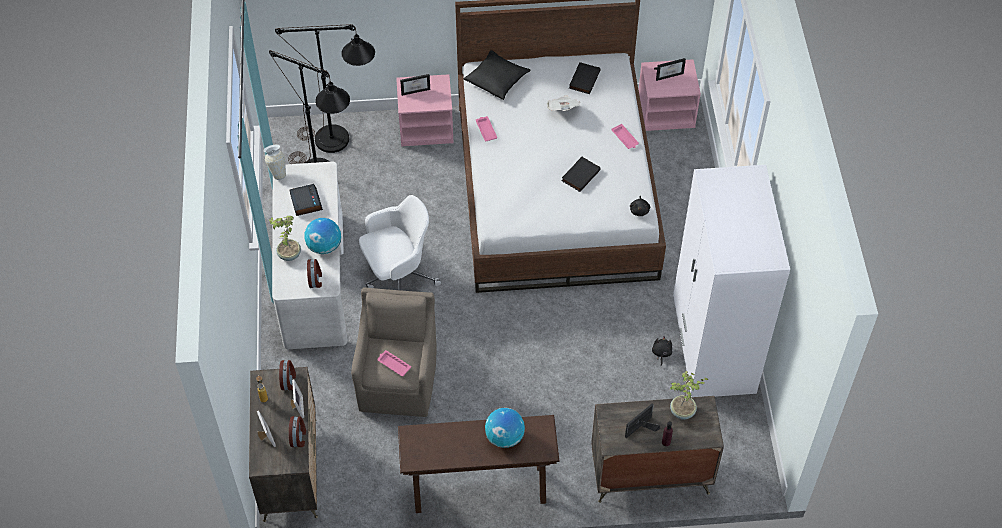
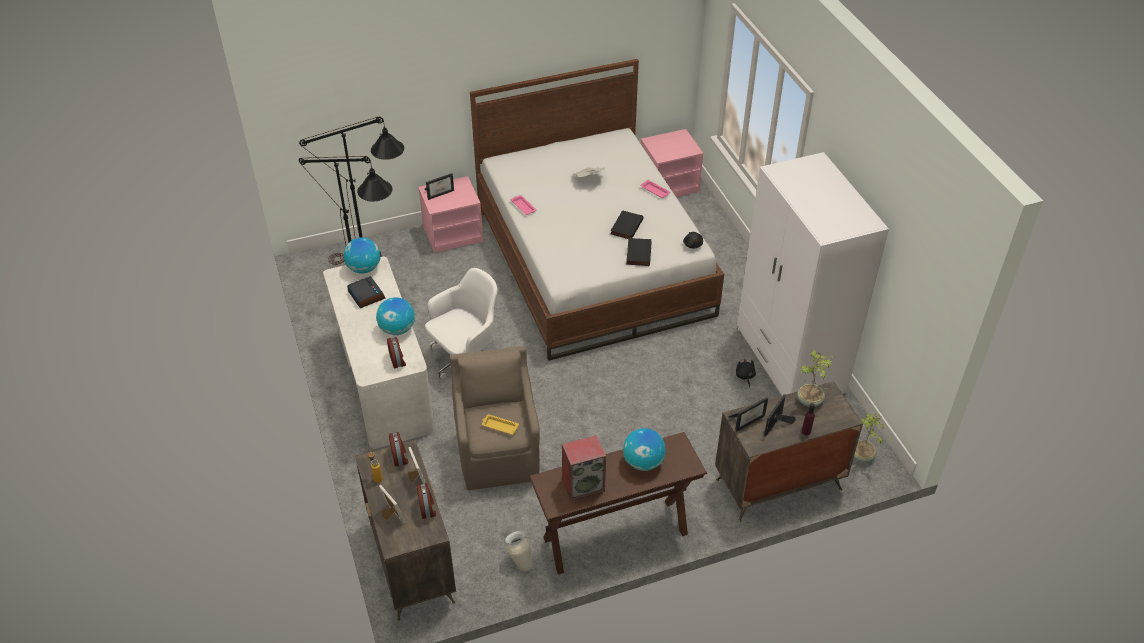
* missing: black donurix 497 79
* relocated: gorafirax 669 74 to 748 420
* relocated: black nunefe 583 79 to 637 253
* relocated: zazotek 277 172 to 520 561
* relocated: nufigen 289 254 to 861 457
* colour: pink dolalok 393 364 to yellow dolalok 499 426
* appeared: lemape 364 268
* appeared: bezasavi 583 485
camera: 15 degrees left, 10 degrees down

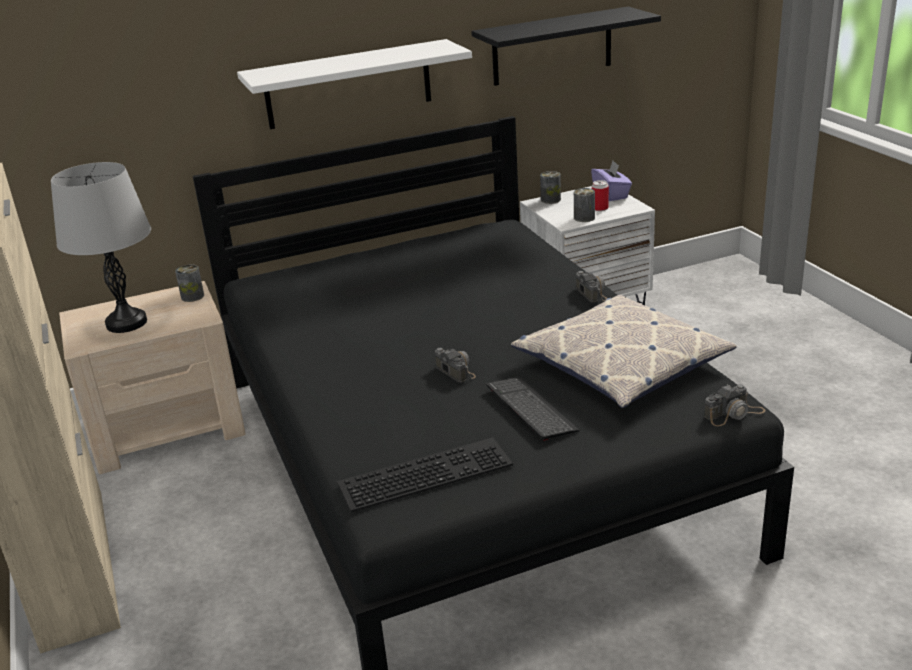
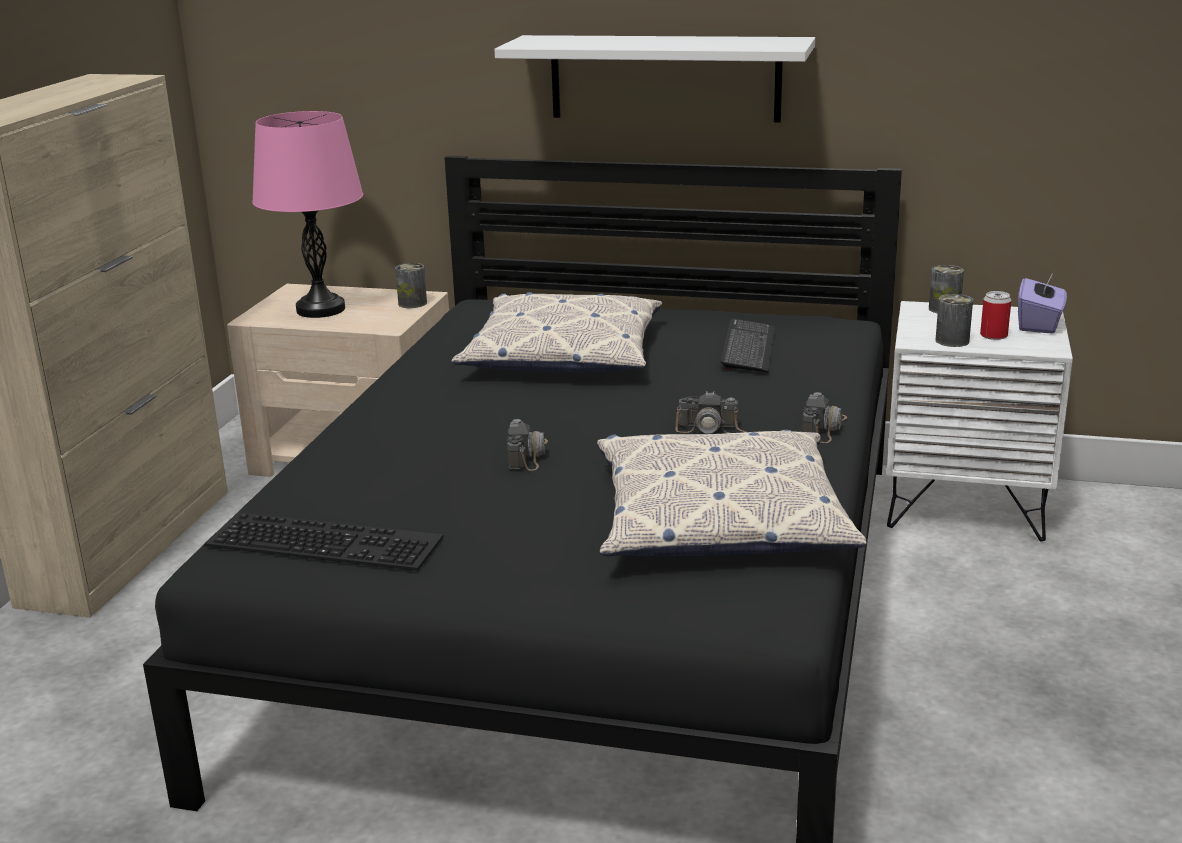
* missing: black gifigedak 552 46
* colour: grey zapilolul 127 323 to pink zapilolul 321 310
* relocated: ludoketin 530 409 to 748 348
* relocated: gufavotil 734 414 to 713 429
* appeared: donurix 563 354
camera: 35 degrees right, 5 degrees down

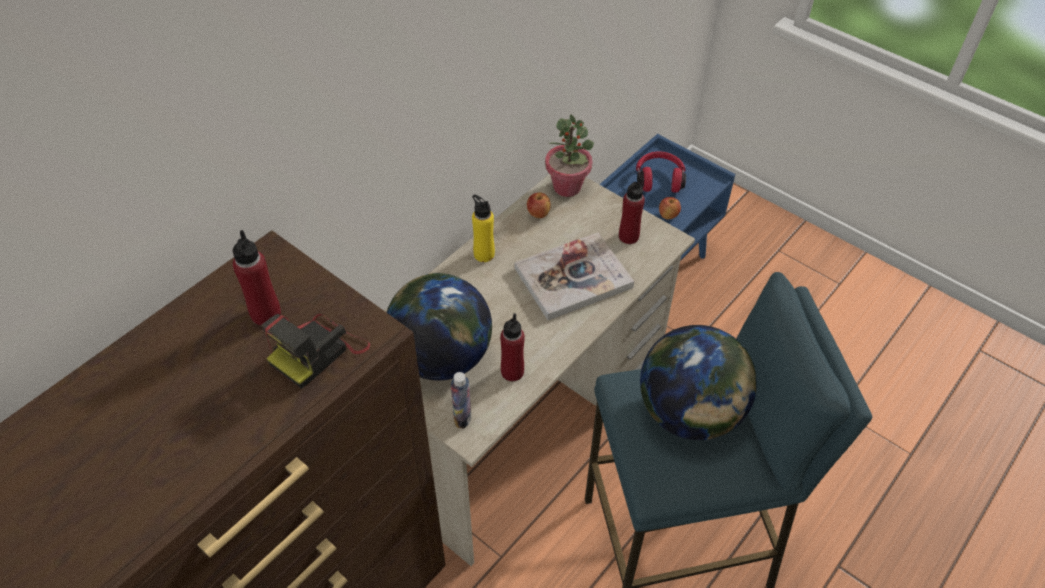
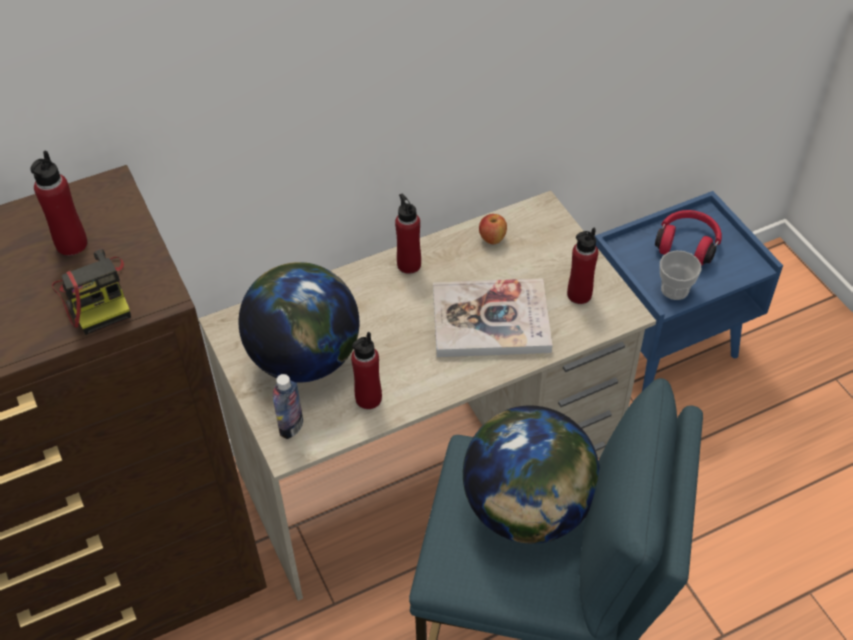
* missing: nufigen 567 187
* colour: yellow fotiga 484 254 to red fotiga 409 264
* exchanged: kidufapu 668 215 to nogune 674 289
* spun: gufavotil 318 351 = 96 296 90 degrees counterclockwise
camera: 25 degrees right, 0 degrees up

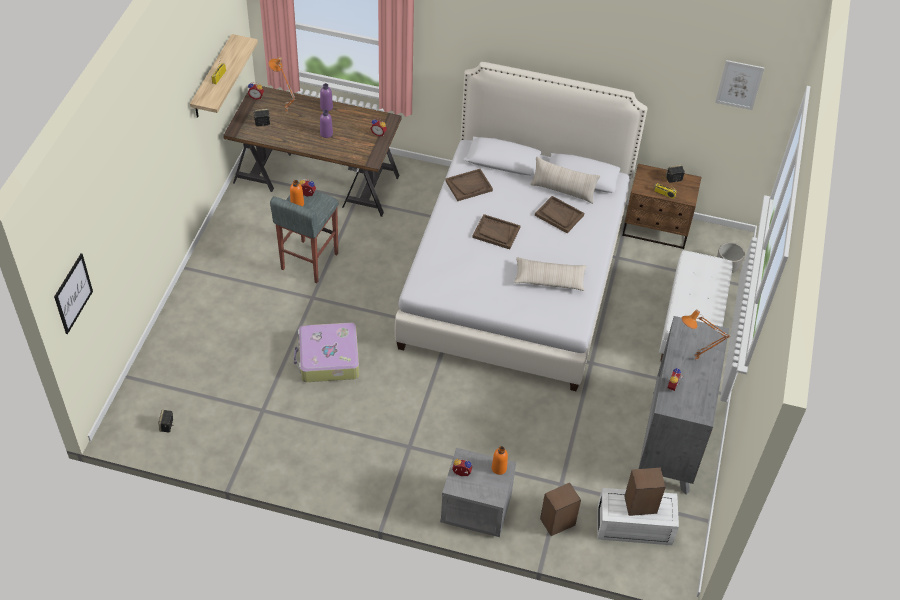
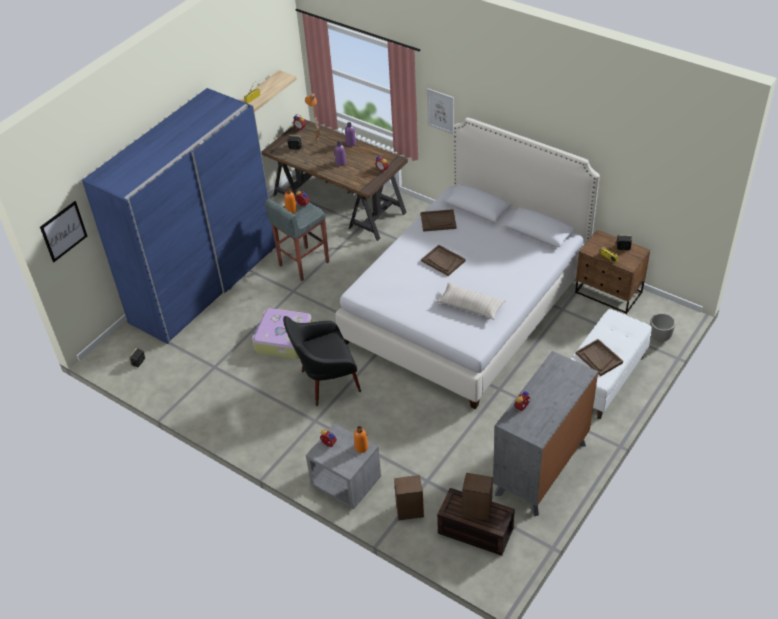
* relocated: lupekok 739 84 to 440 111
* missing: beige donurix 563 191
* relocated: brown dolalok 559 215 to 598 358
* missing: orange zapilolul 696 361
* colour: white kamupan 633 526 to brown kamupan 474 531
* appeared: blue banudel 204 283
* appeared: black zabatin 326 382
camera: 25 degrees right, 5 degrees down

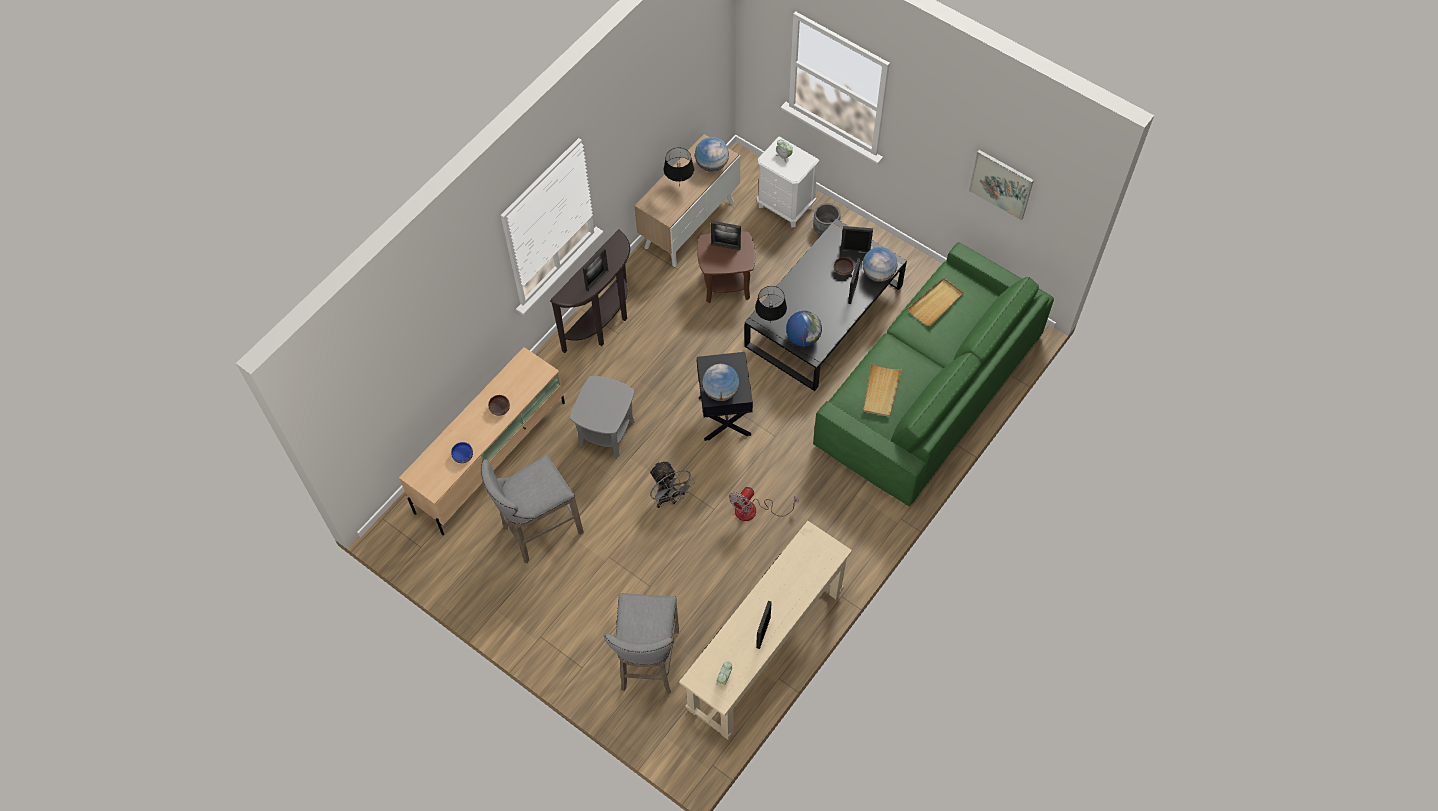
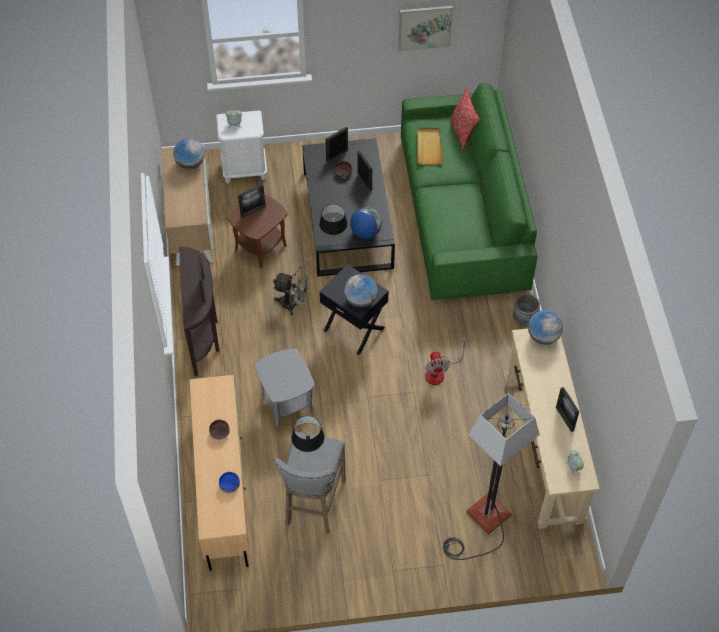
* relocated: black zapilolul 679 186 to 309 451
* relocated: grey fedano 825 230 to 524 318
* relocated: lemape 878 274 to 543 336
* missing: beige dolalok 881 391
* relocated: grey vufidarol 669 498 to 293 304
* exchanged: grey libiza 648 664 to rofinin 482 523
* appeared: donurix 462 132
camera: 45 degrees left, 5 degrees down

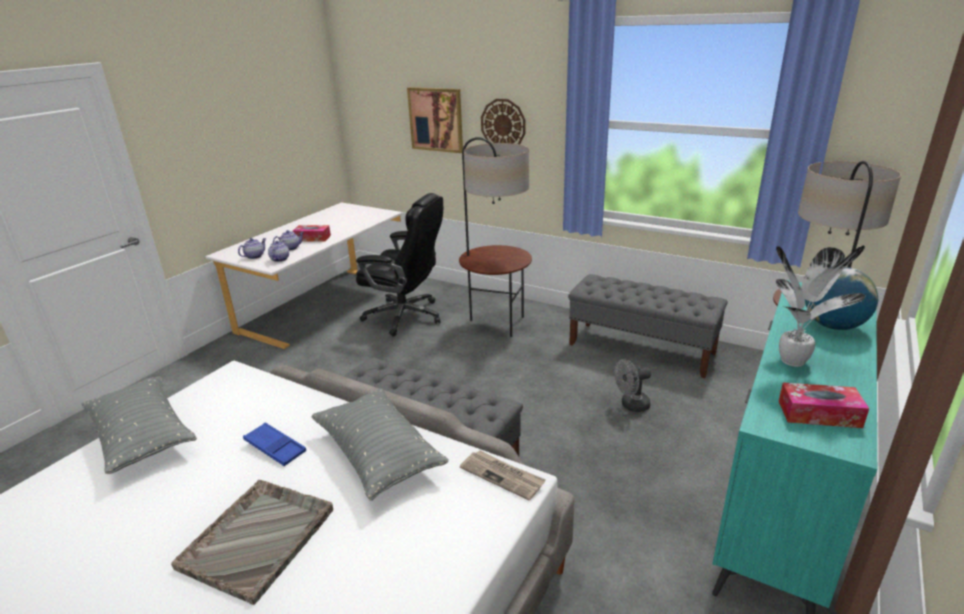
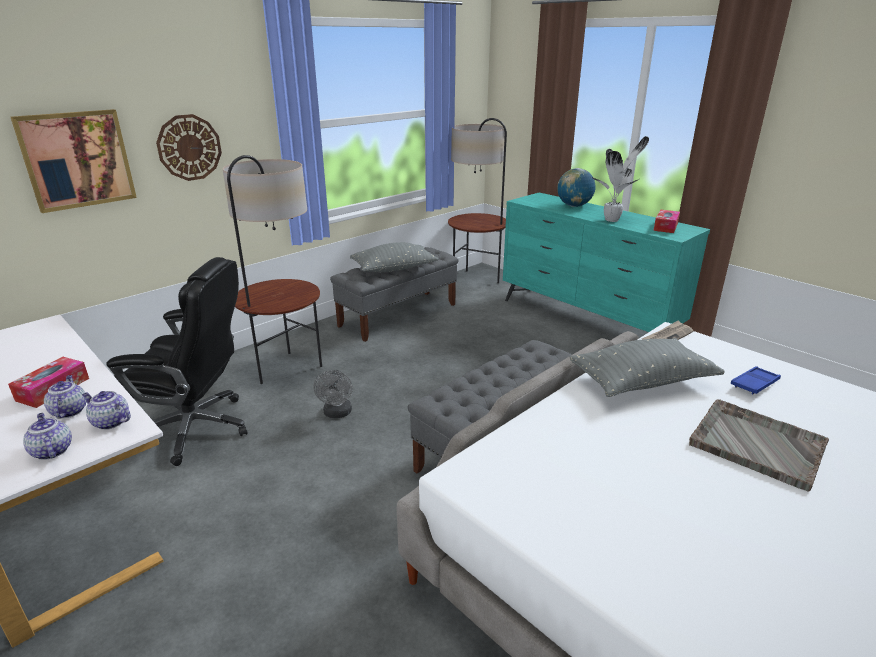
* spun: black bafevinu 406 316 = 196 428 60 degrees clockwise
* relocated: grey vufidarol 631 405 to 337 414
* relocated: grey donurix 142 436 to 394 269
* relocated: blue dolalok 275 448 to 754 384
camera: 75 degrees left, 0 degrees up

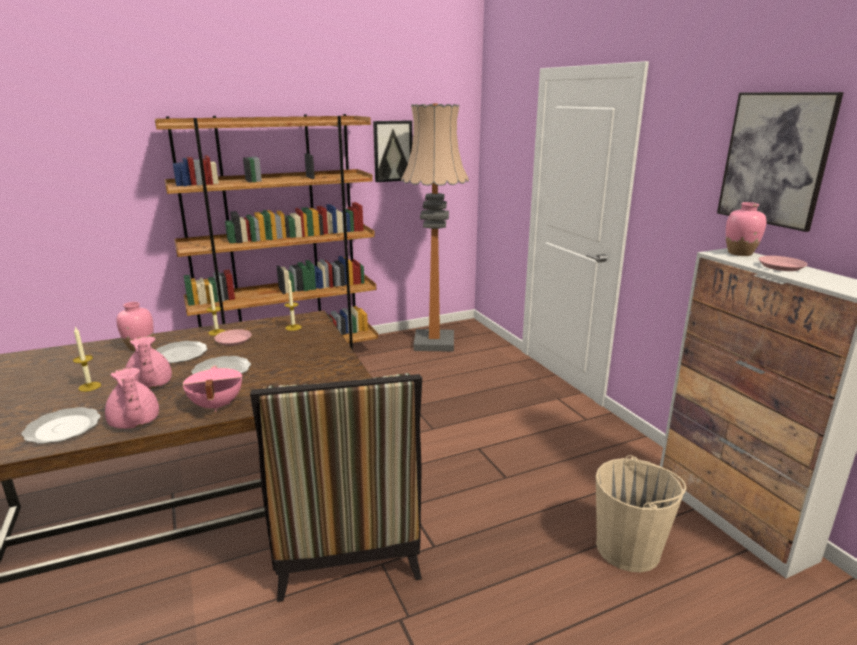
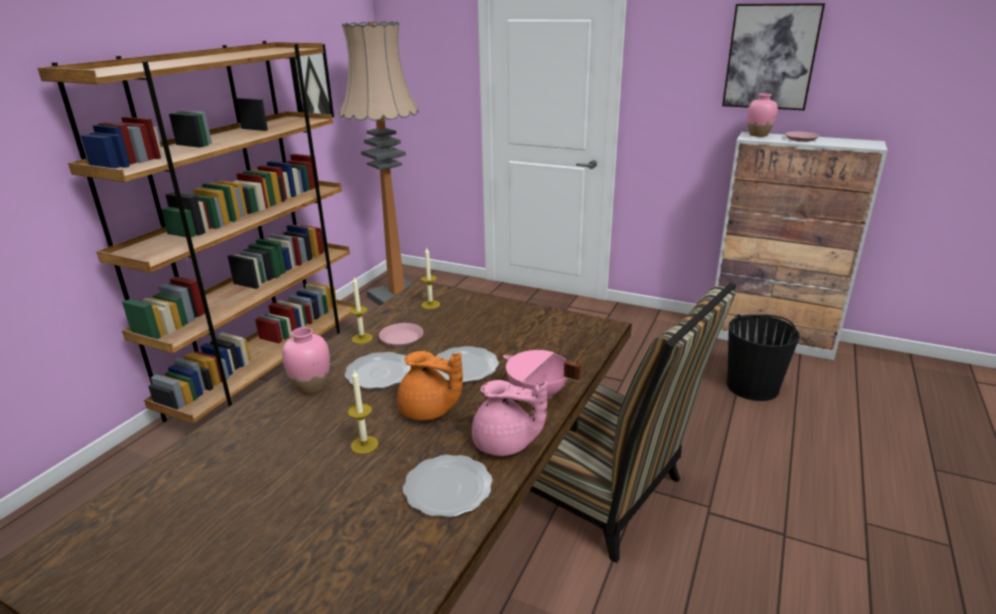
* colour: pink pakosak 149 385 to orange pakosak 428 411
* colour: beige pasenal 628 549 to black pasenal 753 386
camera: 40 degrees left, 5 degrees up

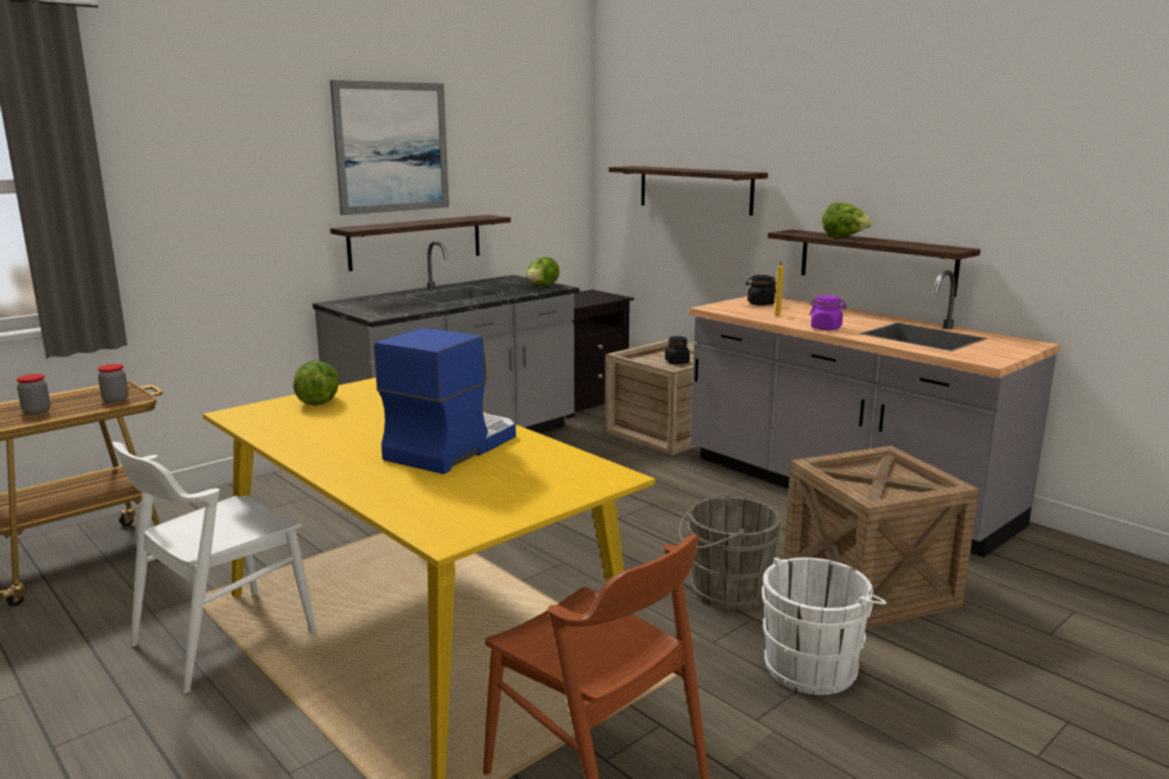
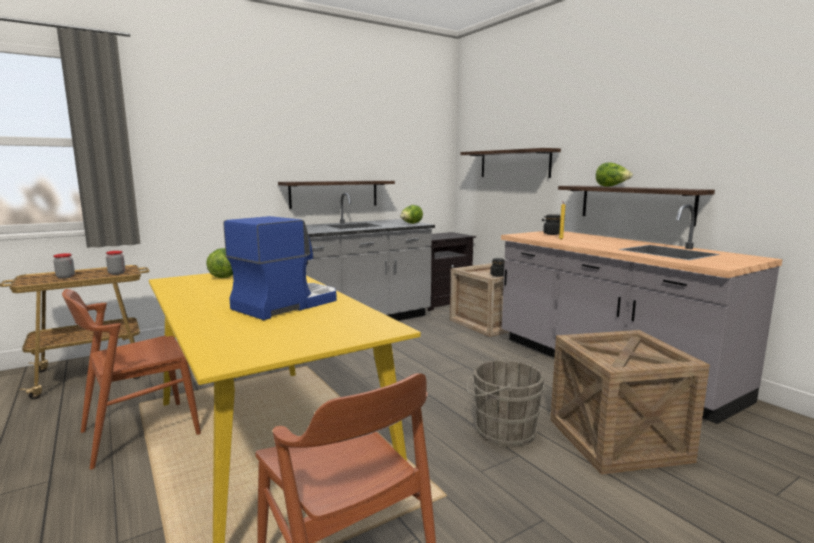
* missing: lupekok 392 147
* missing: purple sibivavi 826 328
* colour: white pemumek 223 638 to brown pemumek 139 433
* missing: white pasenal 814 666
camera: 10 degrees right, 5 degrees down

